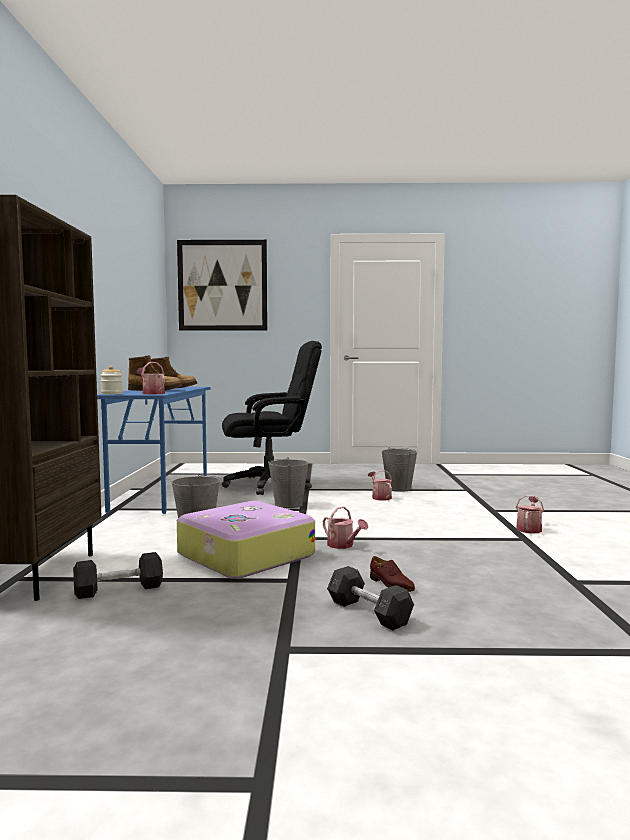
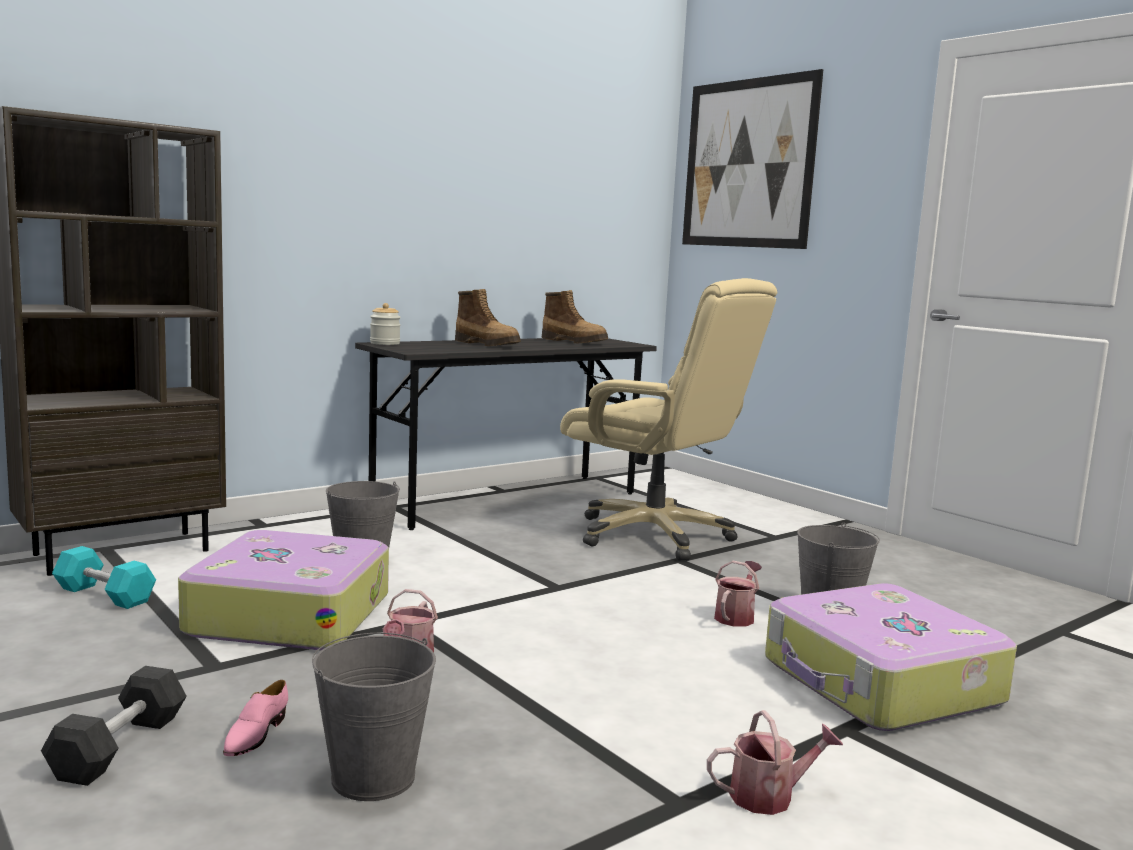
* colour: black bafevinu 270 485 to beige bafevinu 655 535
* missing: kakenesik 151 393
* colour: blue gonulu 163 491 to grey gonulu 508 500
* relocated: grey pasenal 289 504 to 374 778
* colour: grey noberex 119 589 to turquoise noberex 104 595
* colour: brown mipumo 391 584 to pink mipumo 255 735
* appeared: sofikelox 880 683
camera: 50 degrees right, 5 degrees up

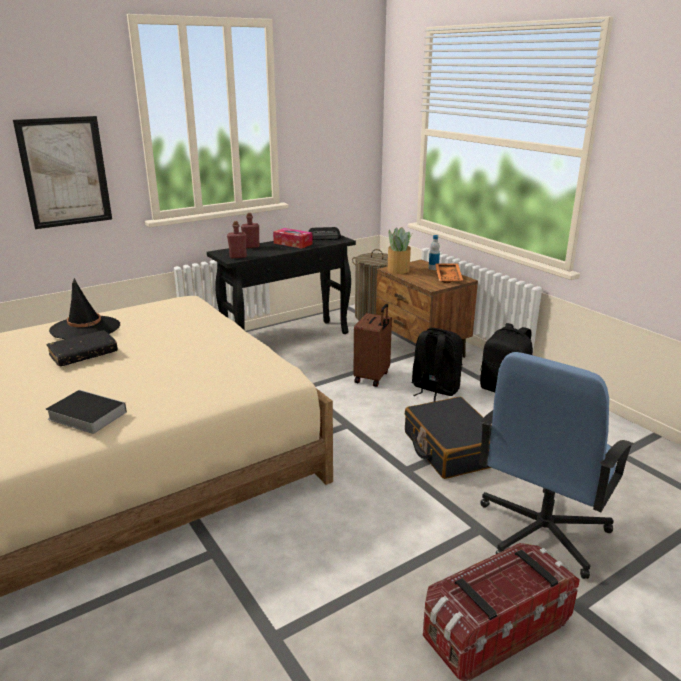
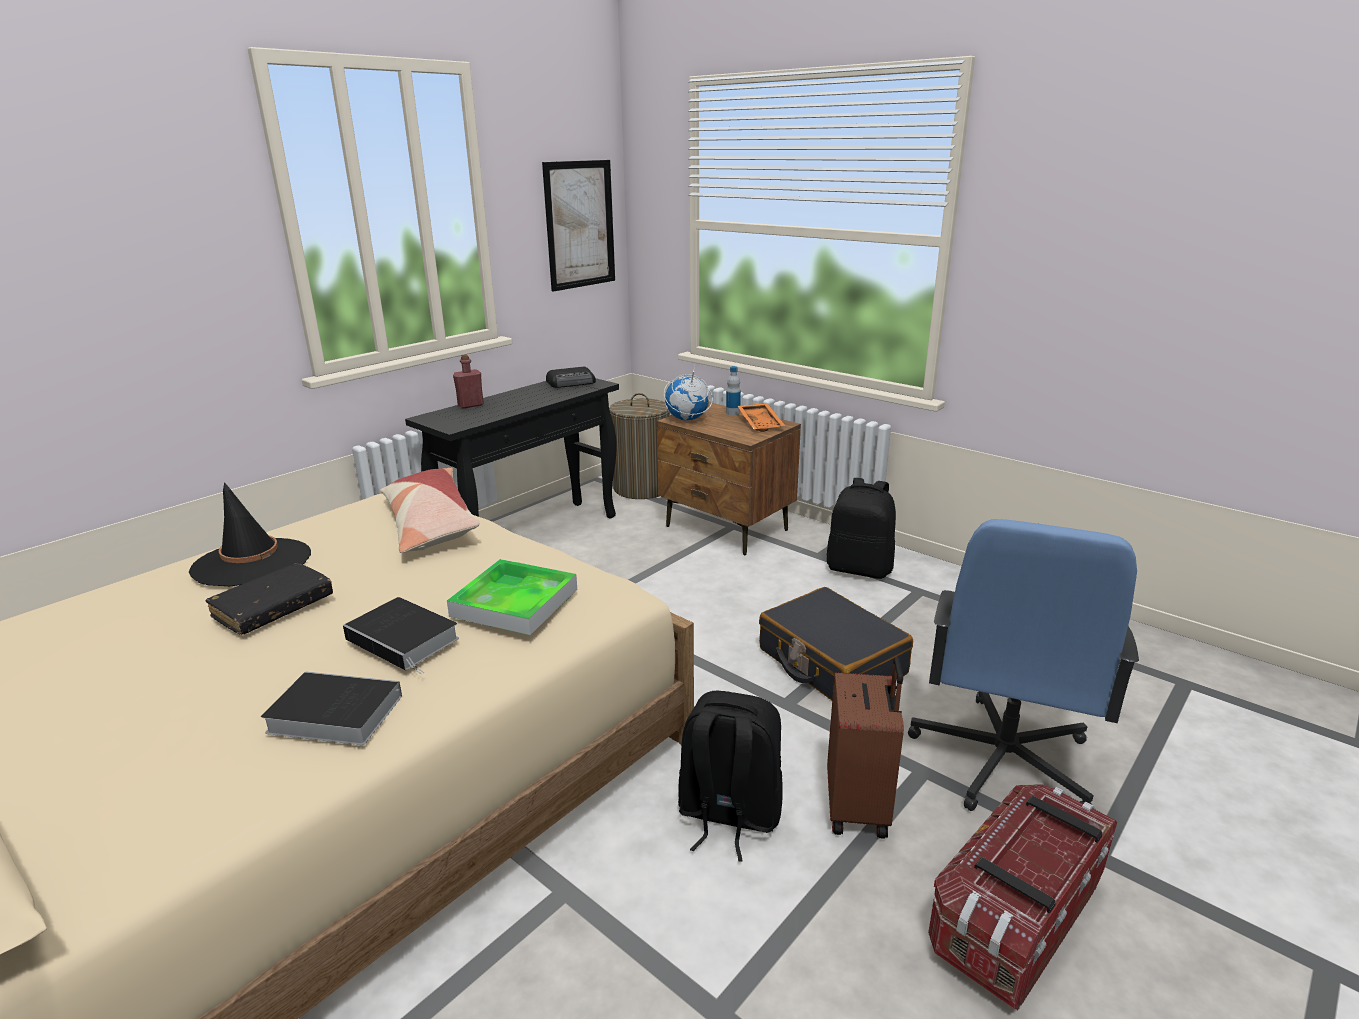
* relocated: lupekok 65 172 to 580 225
* missing: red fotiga 238 256
* exchanged: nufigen 398 270 to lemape 687 420
* missing: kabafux 293 243
* relocated: brown sofikelox 372 377 to 859 807
* relocated: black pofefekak 434 389 to 728 815
* appeared: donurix 430 524
* appeared: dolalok 515 602
* appeared: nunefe 405 639
camera: 15 degrees left, 0 degrees up

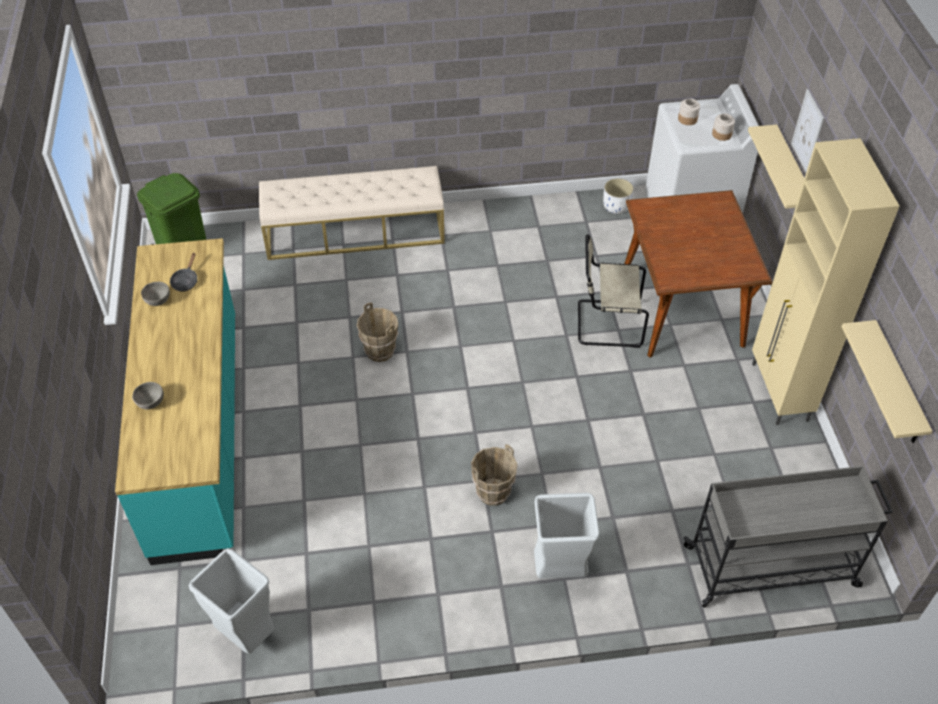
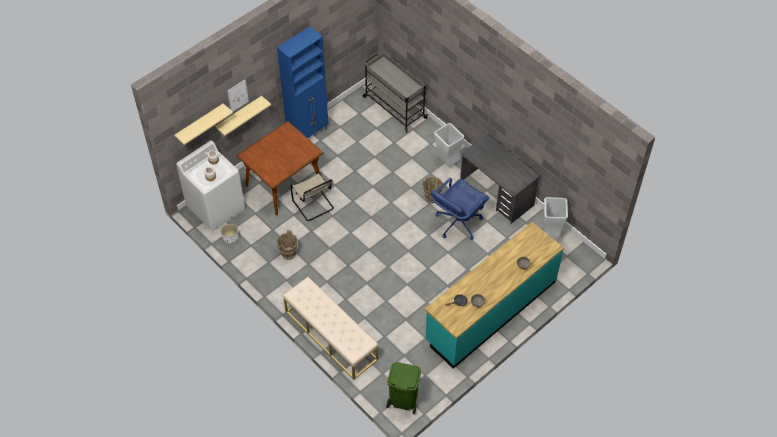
* colour: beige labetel 779 393 to blue labetel 308 134
* relocated: brown pasenal 379 351 to 289 253
* relocated: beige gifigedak 897 385 to 200 124
* appeared: grey gonulu 496 193
* appeared: blue bafevinu 457 223
camera: 125 degrees left, 5 degrees up

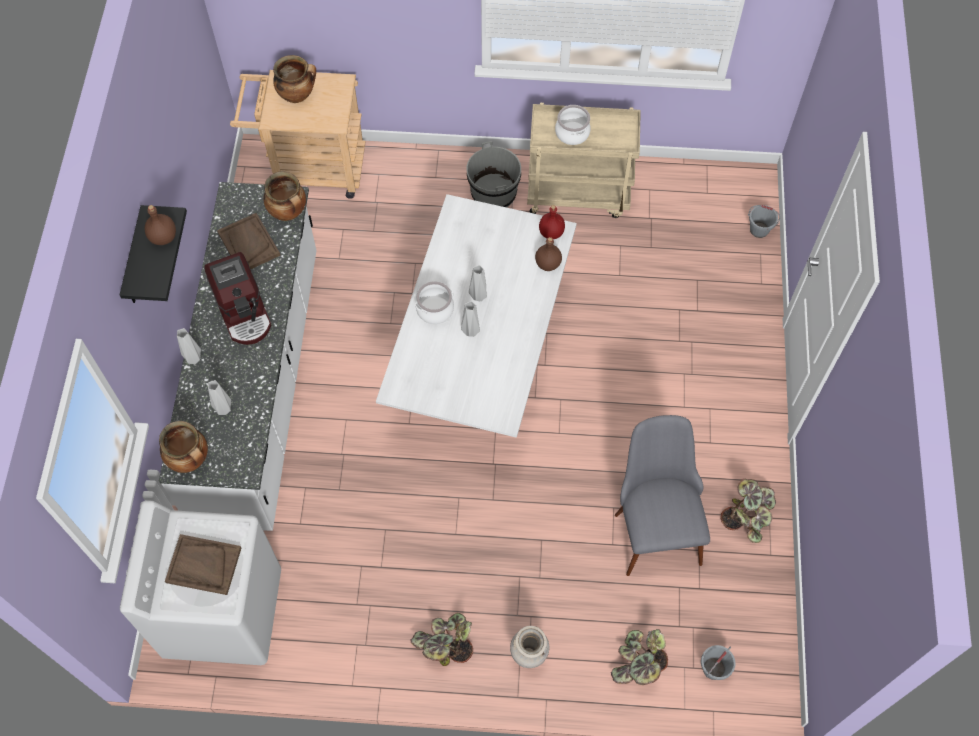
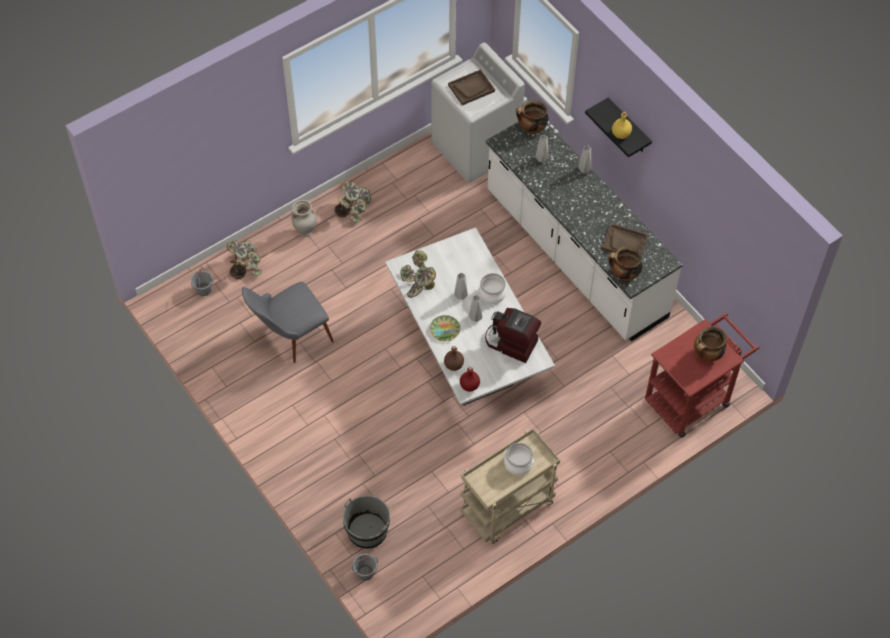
* colour: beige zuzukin 310 168 to red zuzukin 692 398
* relocated: grey pasenal 493 193 to 367 531
* colour: brown fotiga 163 237 to yellow fotiga 621 134
* relocated: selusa 244 313 to 511 343
* spun: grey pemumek 654 523 = 290 338 105 degrees clockwise
* relocated: nufigen 747 516 to 418 284
* appeared: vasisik 445 330
camera: 140 degrees right, 5 degrees down

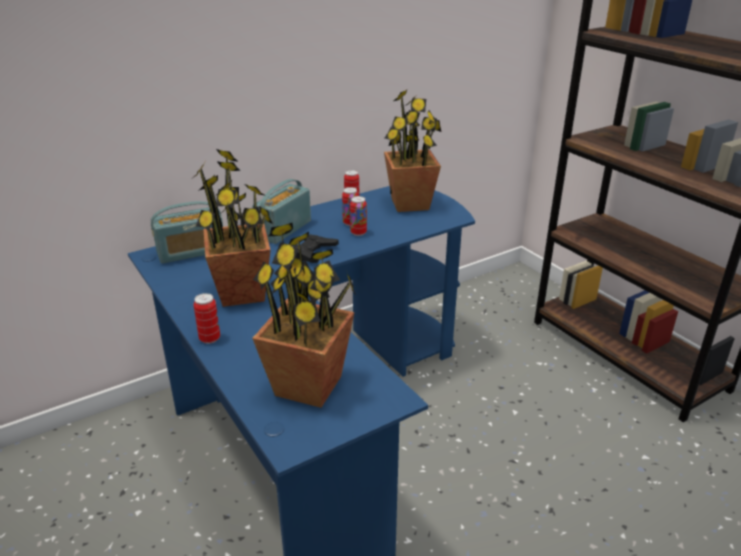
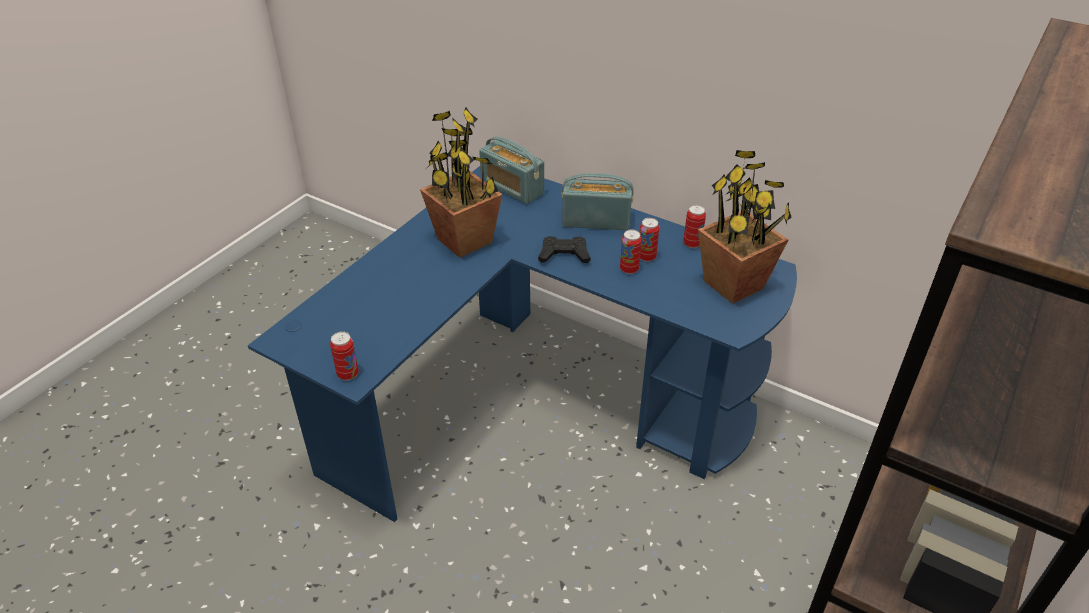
* missing: nufigen 309 385
* relocated: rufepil 210 338 to 348 374
camera: 65 degrees right, 10 degrees up

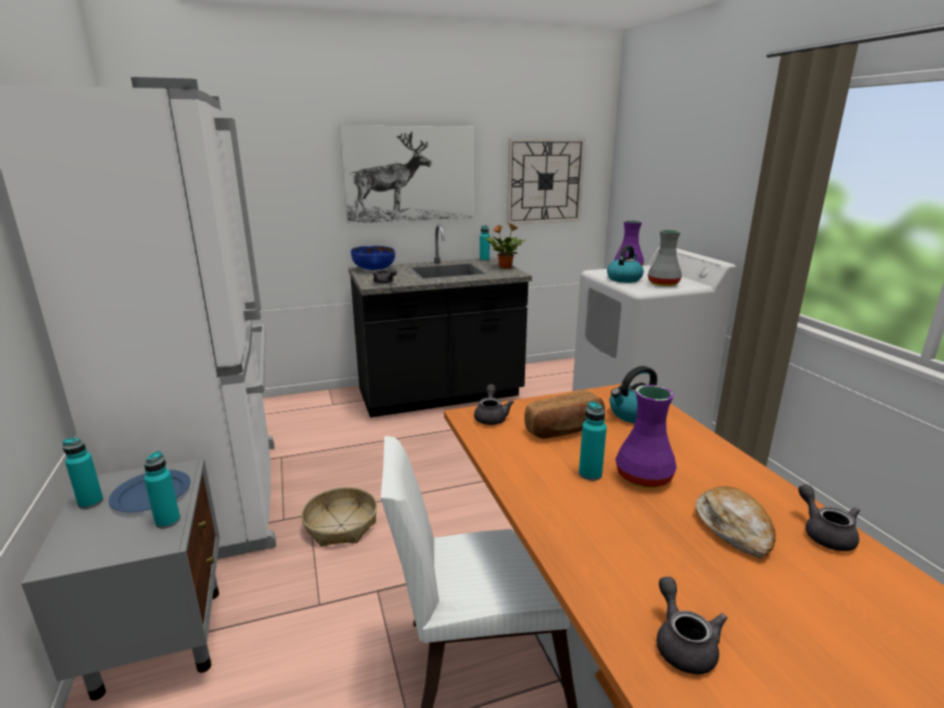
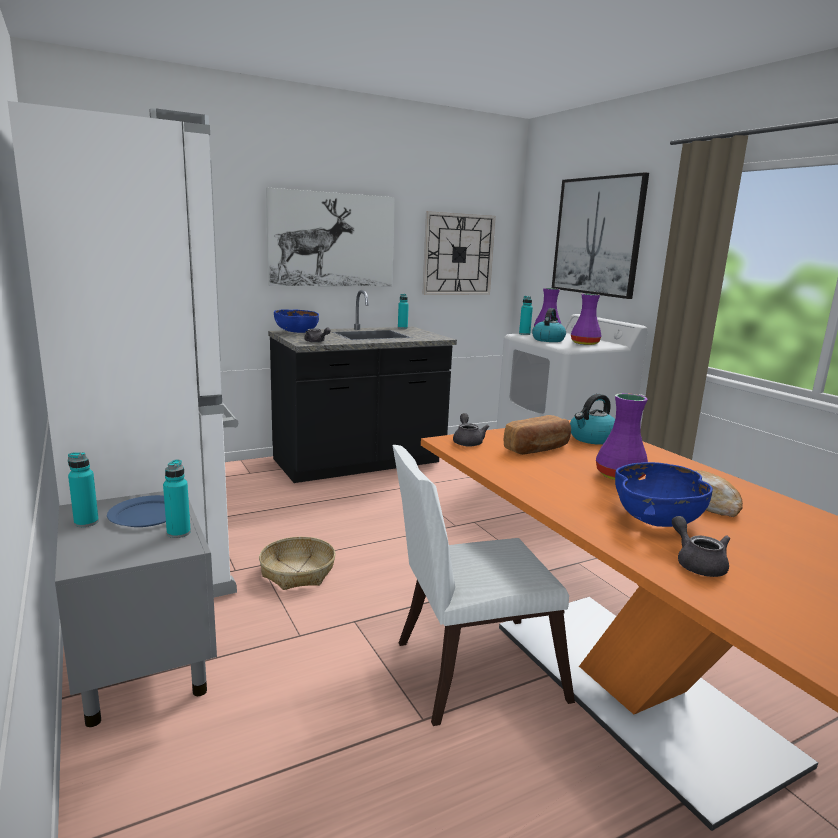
* missing: nufigen 504 267
* colour: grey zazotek 662 284 to purple zazotek 584 343
* relocated: turquoise fotiga 590 474 to 524 334
* missing: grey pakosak 825 533
* appeared: lupekok 597 236
* appeared: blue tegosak 657 519
camera: 10 degrees left, 5 degrees down

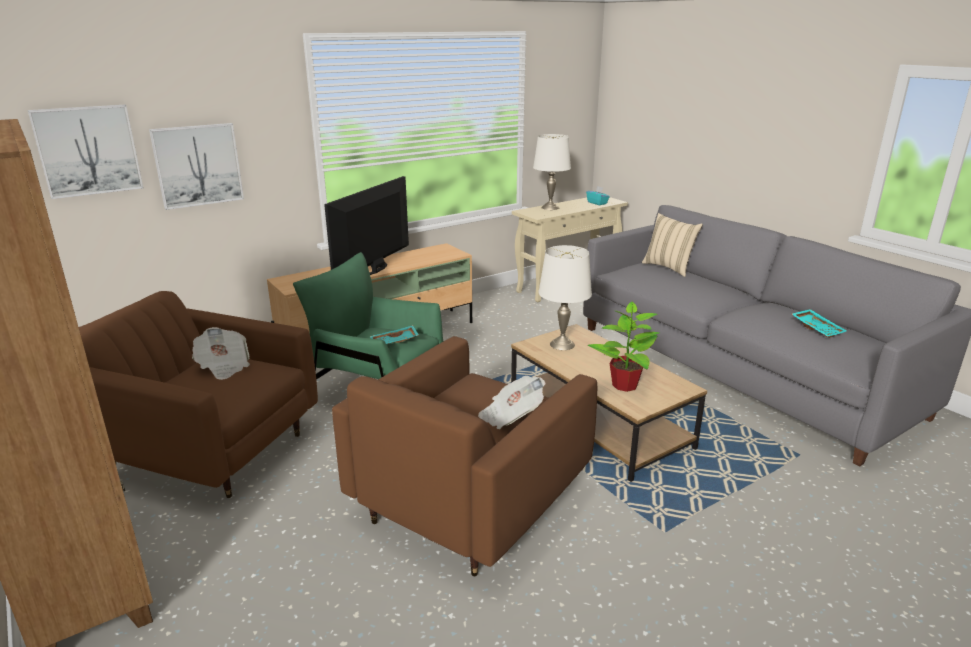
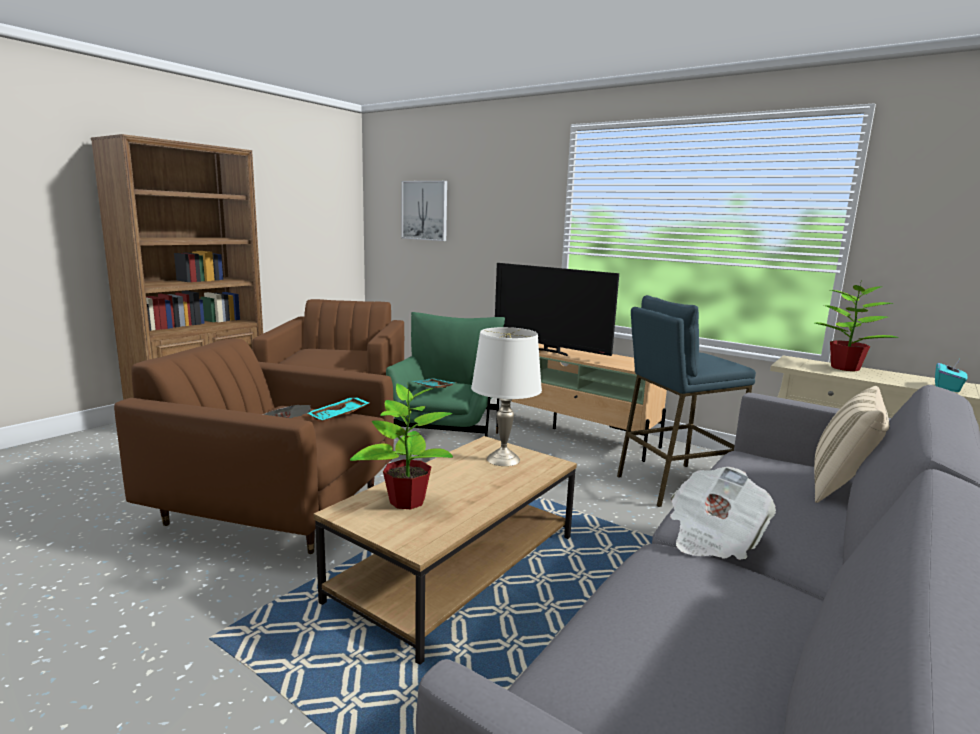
* missing: lupekok 198 165
* exchanged: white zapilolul 550 207 to nufigen 846 368
* spun: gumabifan 376 270 = 550 351 150 degrees counterclockwise
* relocated: turquoise dolalok 817 328 to 339 416
* relocated: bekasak 223 366 to 713 537
* appeared: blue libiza 673 484
camera: 70 degrees right, 10 degrees down

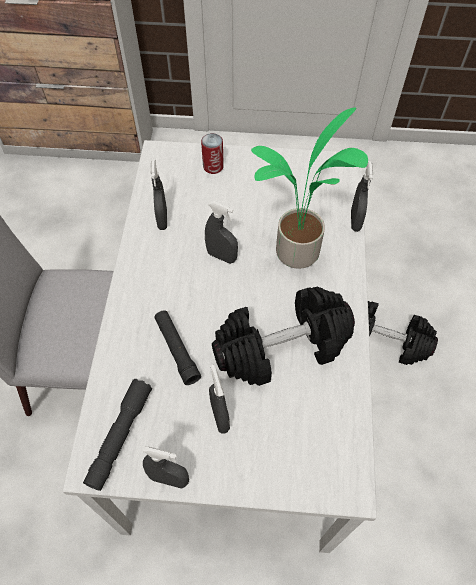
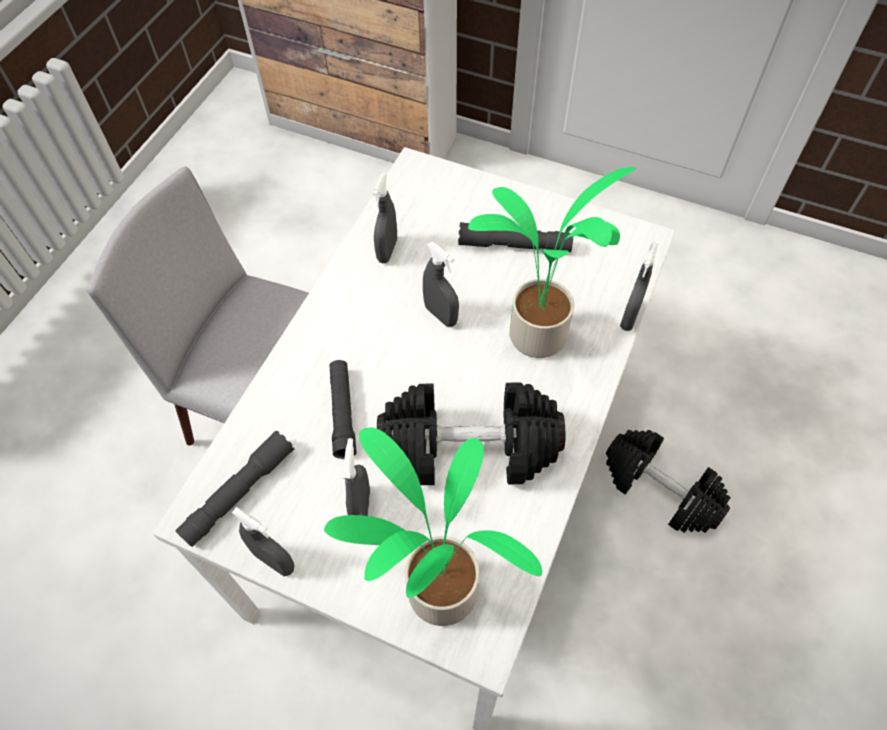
* missing: rufepil 213 166
* appeared: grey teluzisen 514 245
* appeared: nufigen 437 591
camera: 20 degrees right, 0 degrees up

